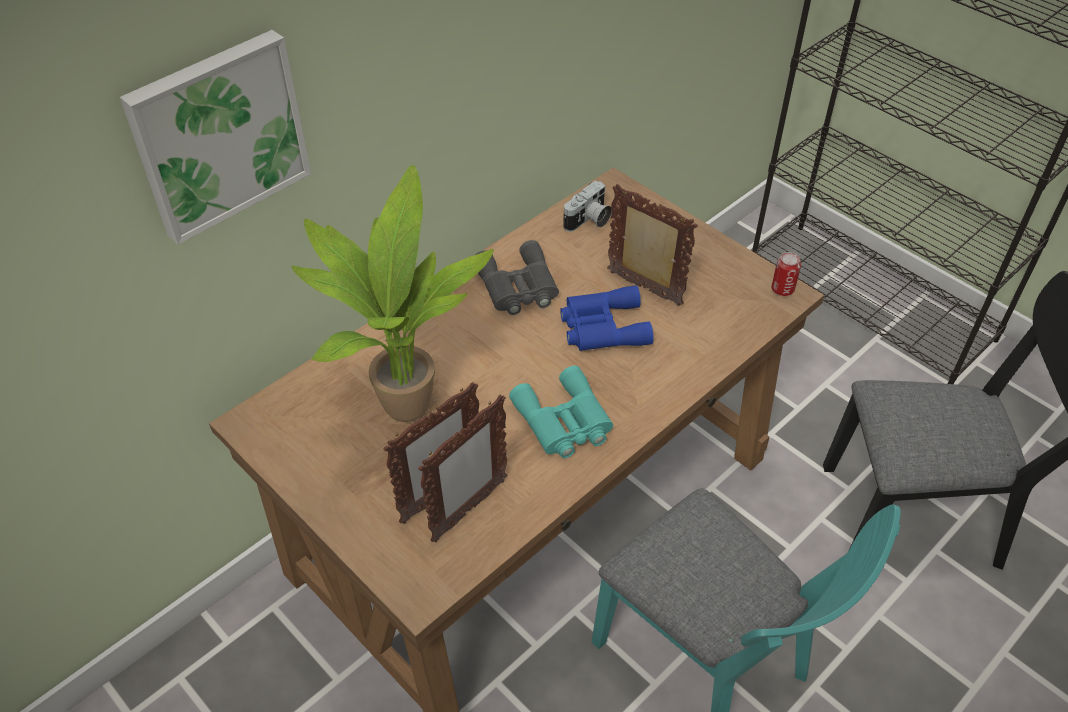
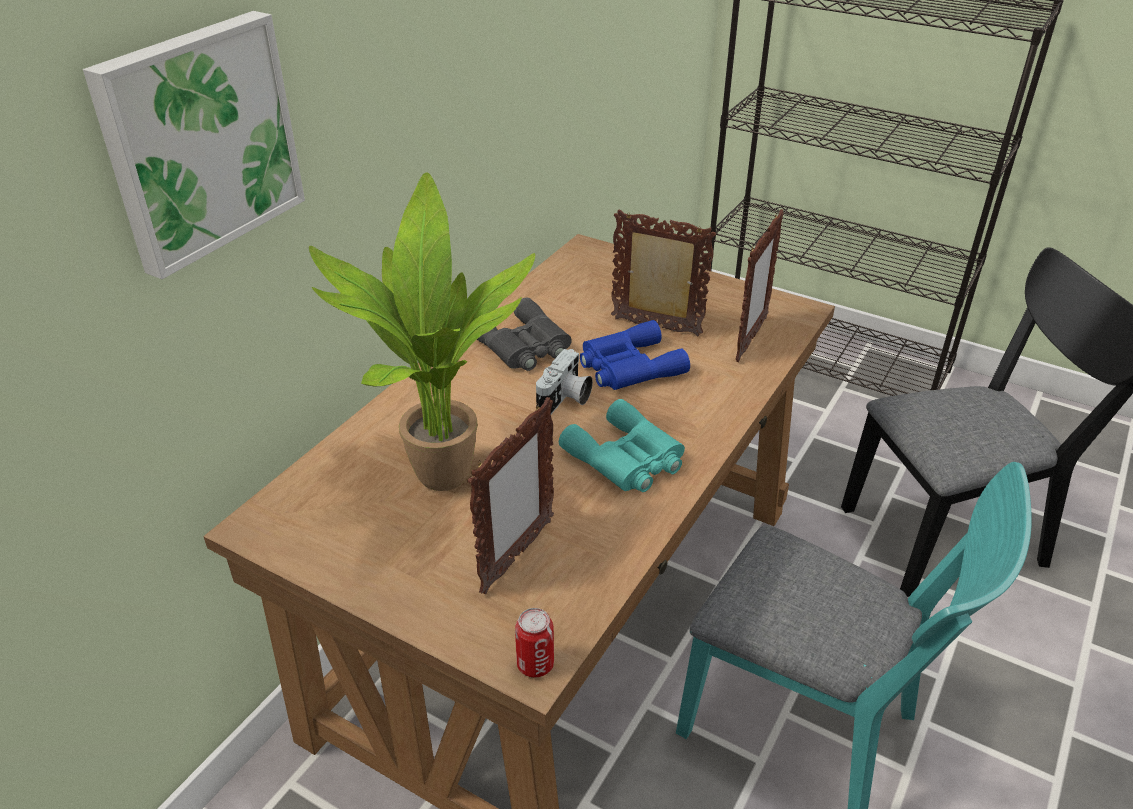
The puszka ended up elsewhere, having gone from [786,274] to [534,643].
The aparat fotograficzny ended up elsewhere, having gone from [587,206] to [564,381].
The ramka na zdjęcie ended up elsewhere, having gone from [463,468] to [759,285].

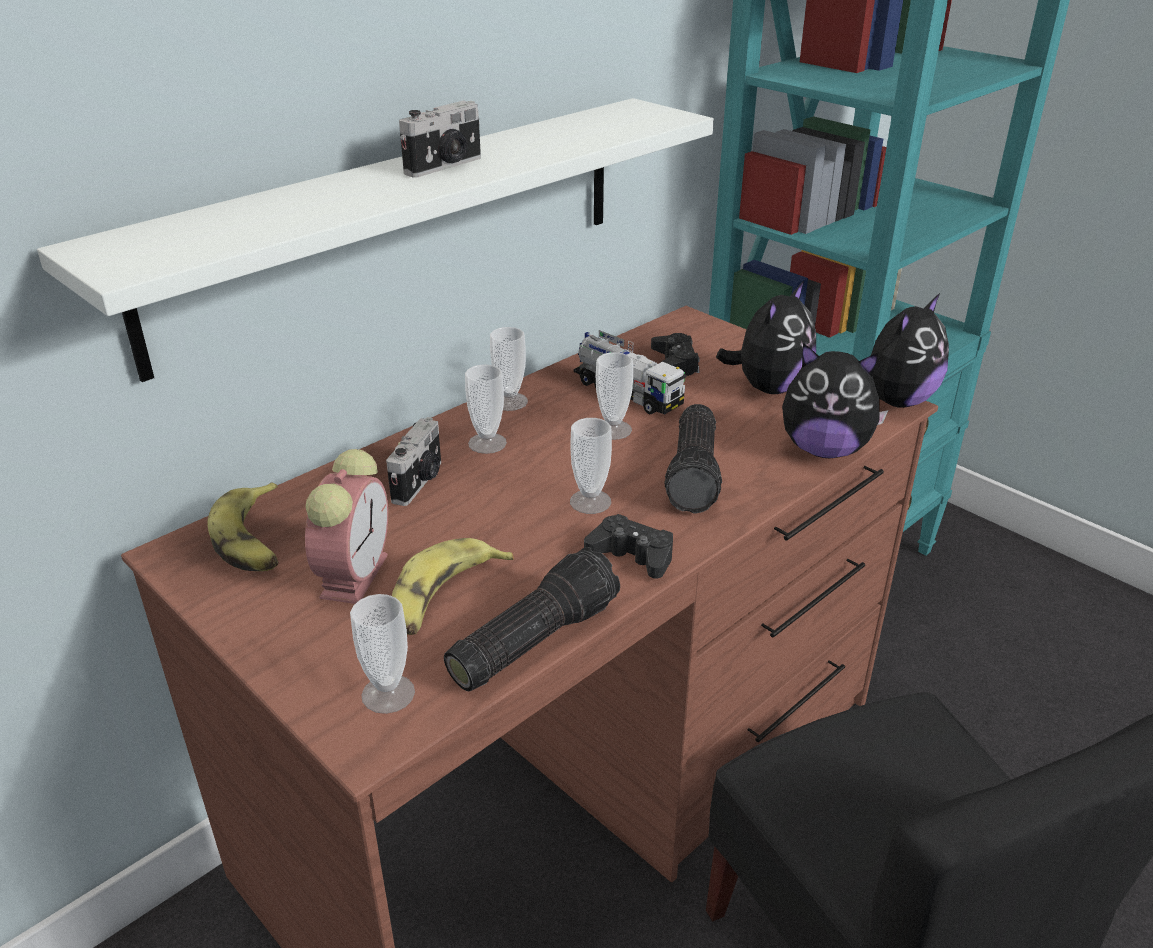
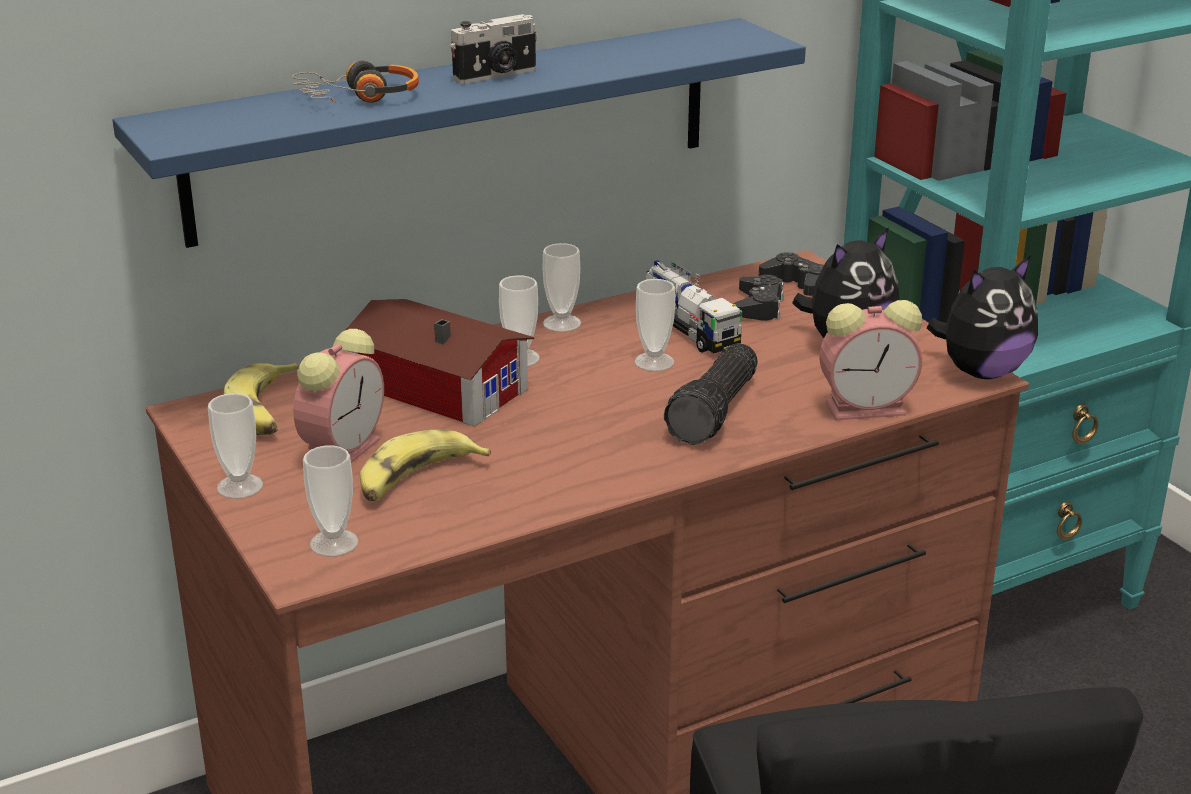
What was the półka (biały) at [375,240] turned into the półka (niebieski) at [459,133].
The filiżanka ended up elsewhere, having gone from [591,466] to [235,446].
The second view gained the słuchawki at [355,82].
Where the aparat fotograficzny stood at [413,461], the domek came to stand at [439,362].
The pad do gier (czarny) ended up elsewhere, having gone from [628,546] to [791,274].
Where the pluszak stood at [835,400], the budzik came to stand at [870,360].
The second view lost the latarka at [532,619].

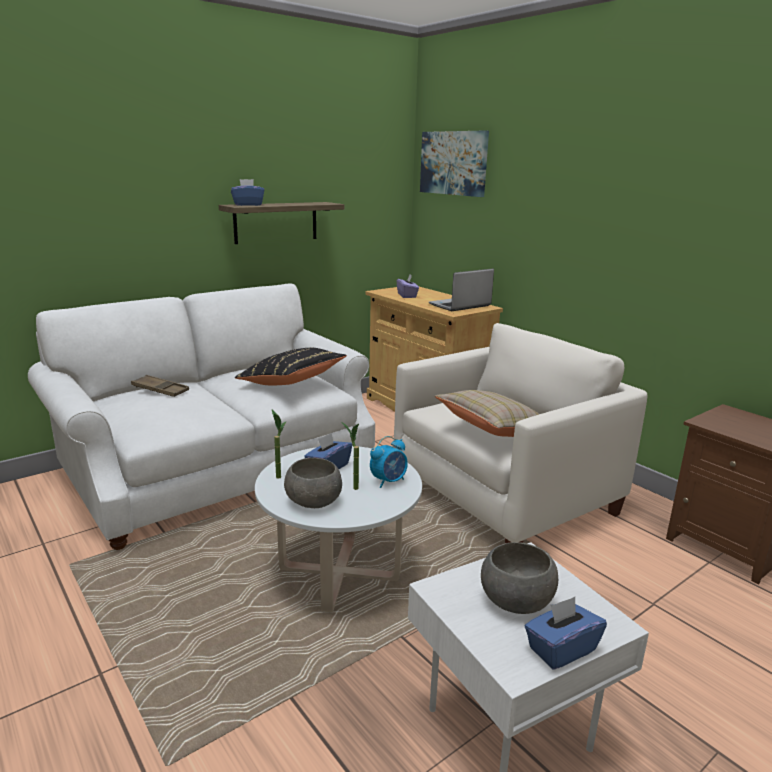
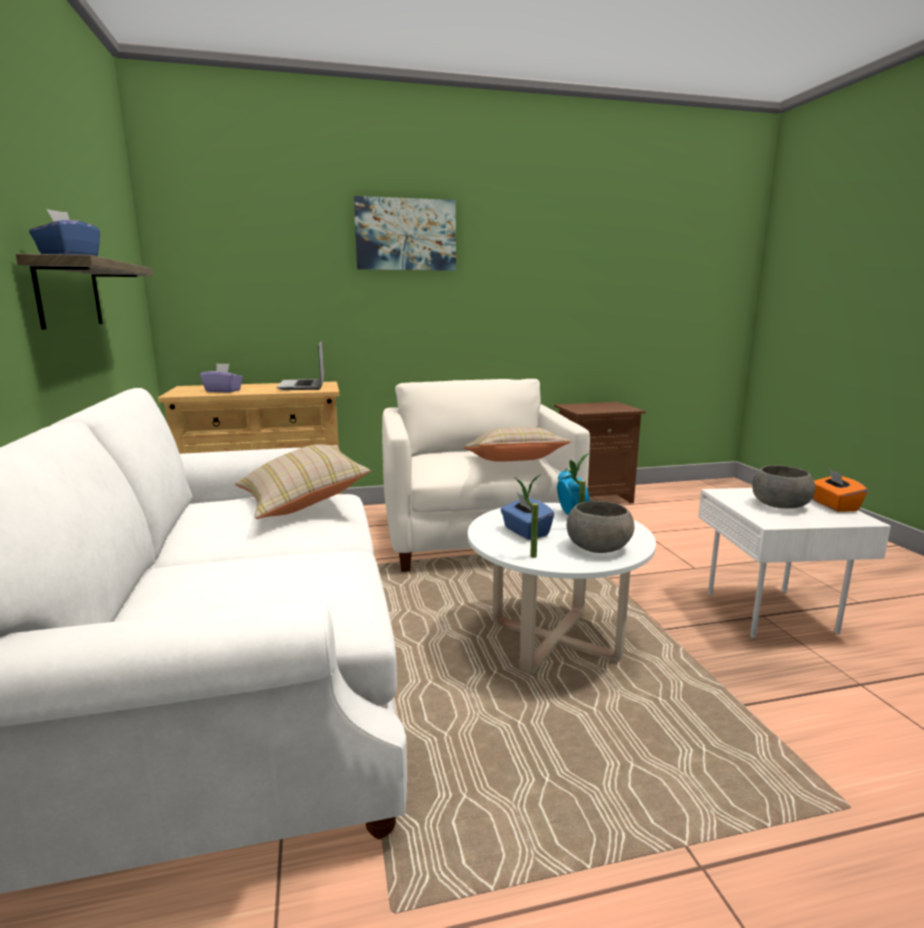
What was the poduszka (czarny) at [291,367] turned into the poduszka (beżowy) at [302,481].
The obraz ended up elsewhere, having gone from [454,163] to [405,233].
What was the pudełko chusteczek (niebieski) at [566,633] turned into the pudełko chusteczek (pomarańczowy) at [840,490].
The second view lost the taca (brązowy) at [160,386].

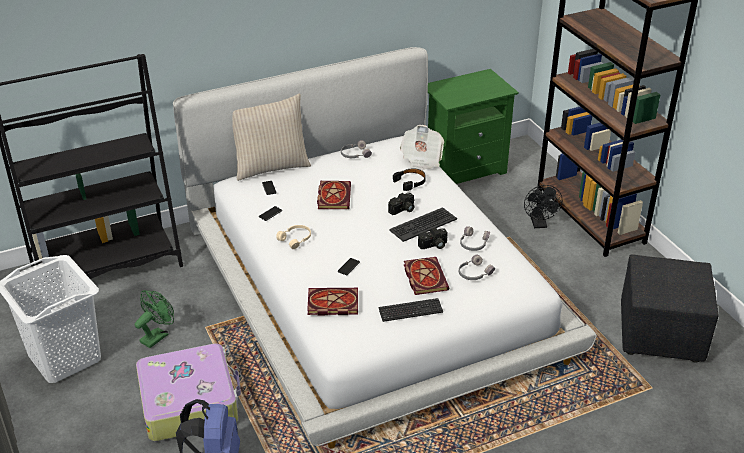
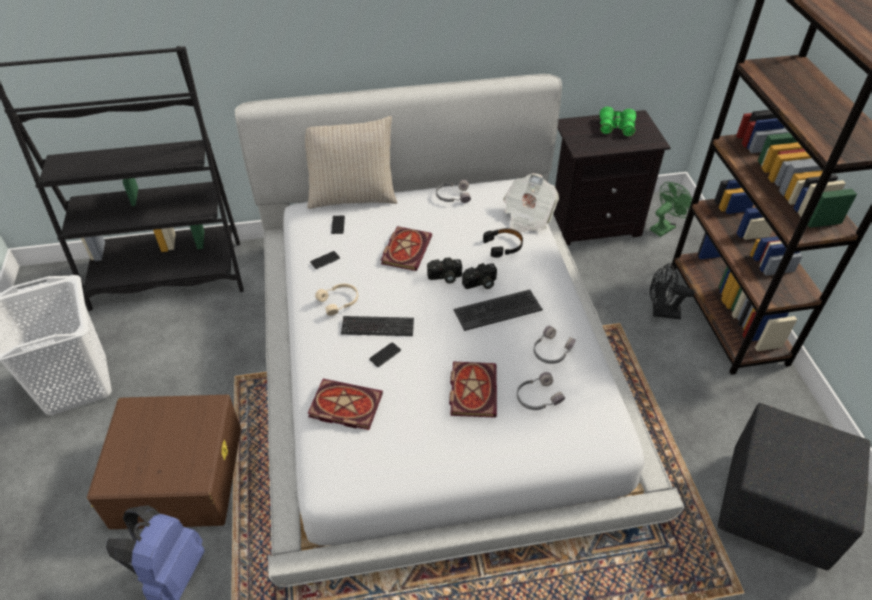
Where the walizka stood at [188,392], the pojemnik do przechowywania (brązowy) came to stand at [164,462].
The klawiatura ended up elsewhere, having gone from [410,310] to [377,326].
The aparat fotograficzny ended up elsewhere, having gone from [433,238] to [444,270].
What was the szafka nocna (zielony) at [473,126] turned into the szafka nocna (czarny) at [612,177].
The second view gained the lornetka (zielony) at [617,121].
The wentylator (zielony) ended up elsewhere, having gone from [154,319] to [671,209].
The wentylator (czarny) at [543,206] ended up facing another way, 90 degrees clockwise from before.

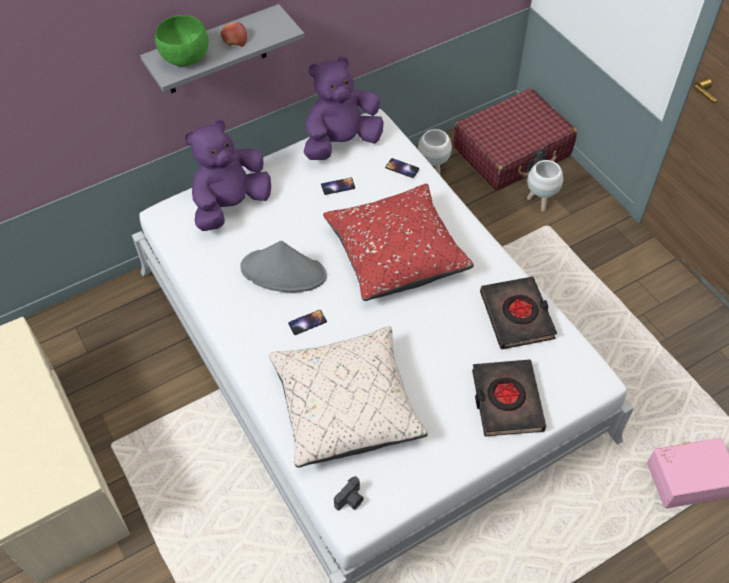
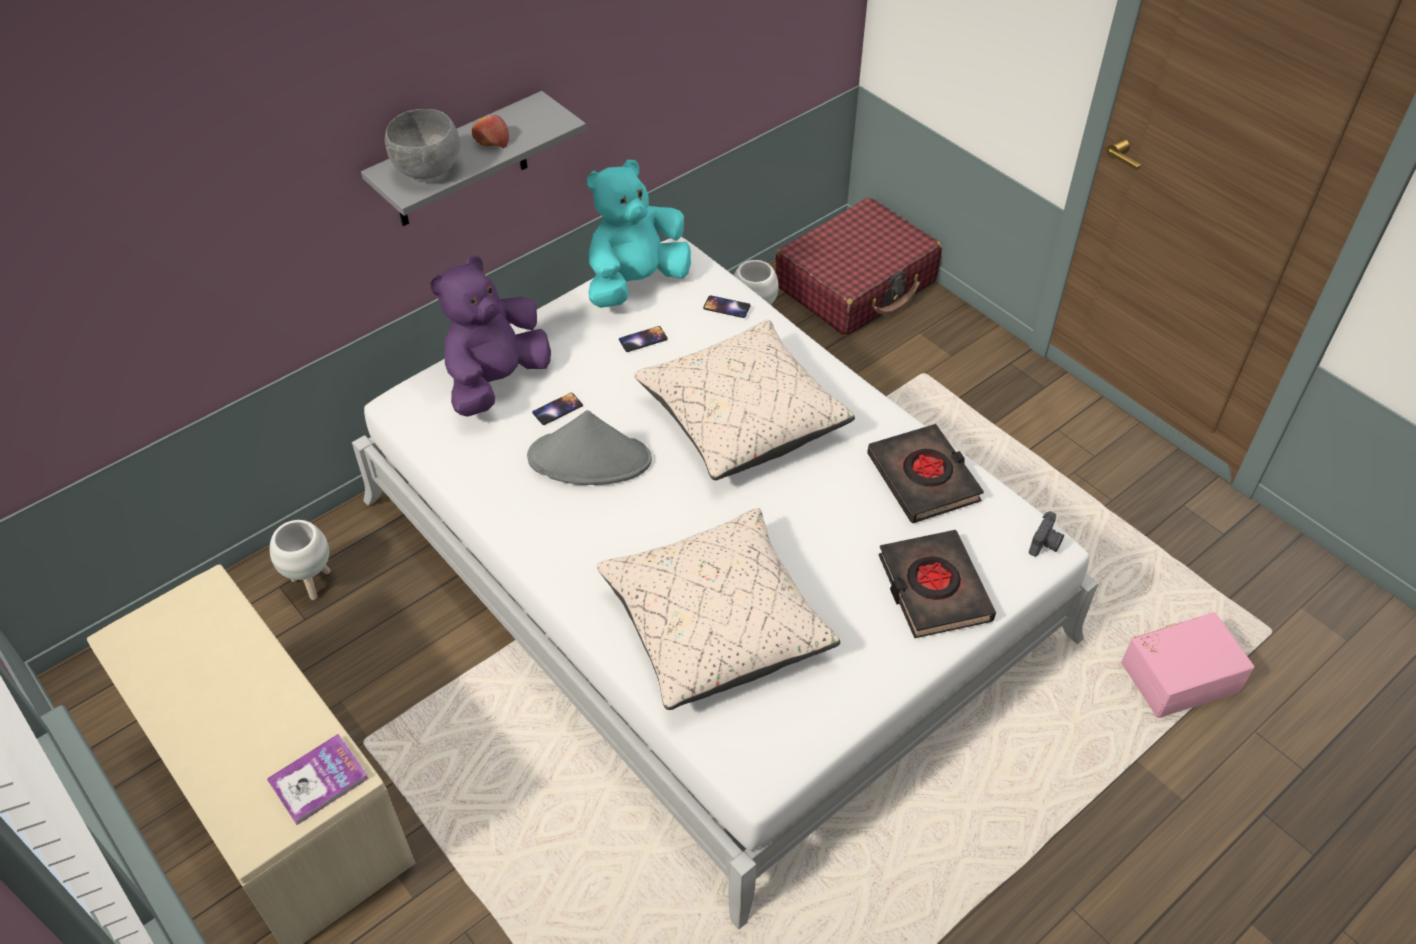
The second view gained the książka at [318,779].
The donica (biały) ended up elsewhere, having gone from [545,186] to [300,560].
What was the miska (zielony) at [181,40] turned into the miska (szary) at [422,144].
The telefon ended up elsewhere, having gone from [307,322] to [557,409].
What was the pluszak (fioletowy) at [344,108] turned into the pluszak (turkusowy) at [639,234].
What was the poduszka (czerwony) at [398,242] turned into the poduszka (beżowy) at [744,400].
The aparat fotograficzny ended up elsewhere, having gone from [349,493] to [1046,534].

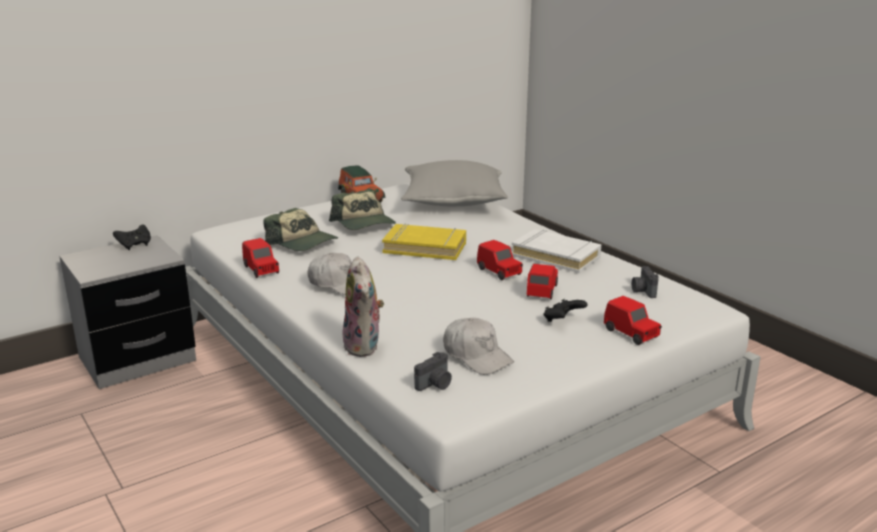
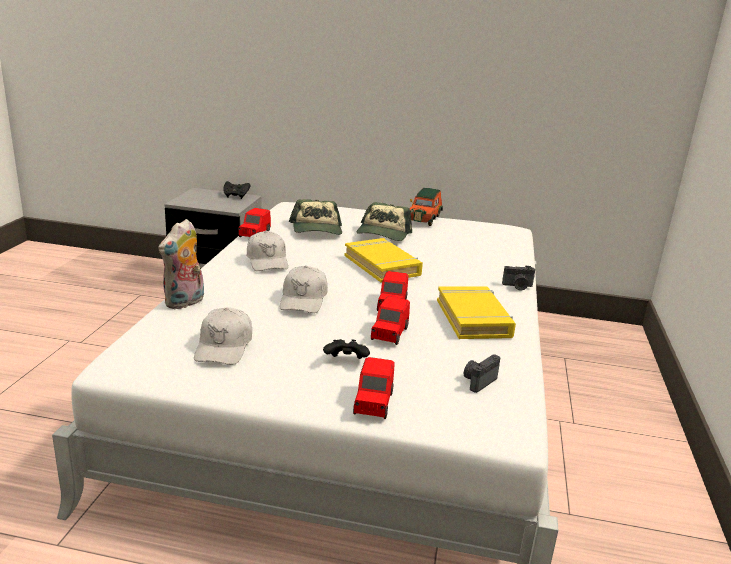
The second view gained the czapka z daszkiem (biały) at [304,289].
The samochodzik (czerwony) at [542,281] ended up facing another way, 135 degrees clockwise from before.
What was the książka (biały) at [556,251] turned into the książka (żółty) at [476,312].
The aparat fotograficzny ended up elsewhere, having gone from [433,371] to [518,278].
The second view lost the poduszka (szary) at [454,183].

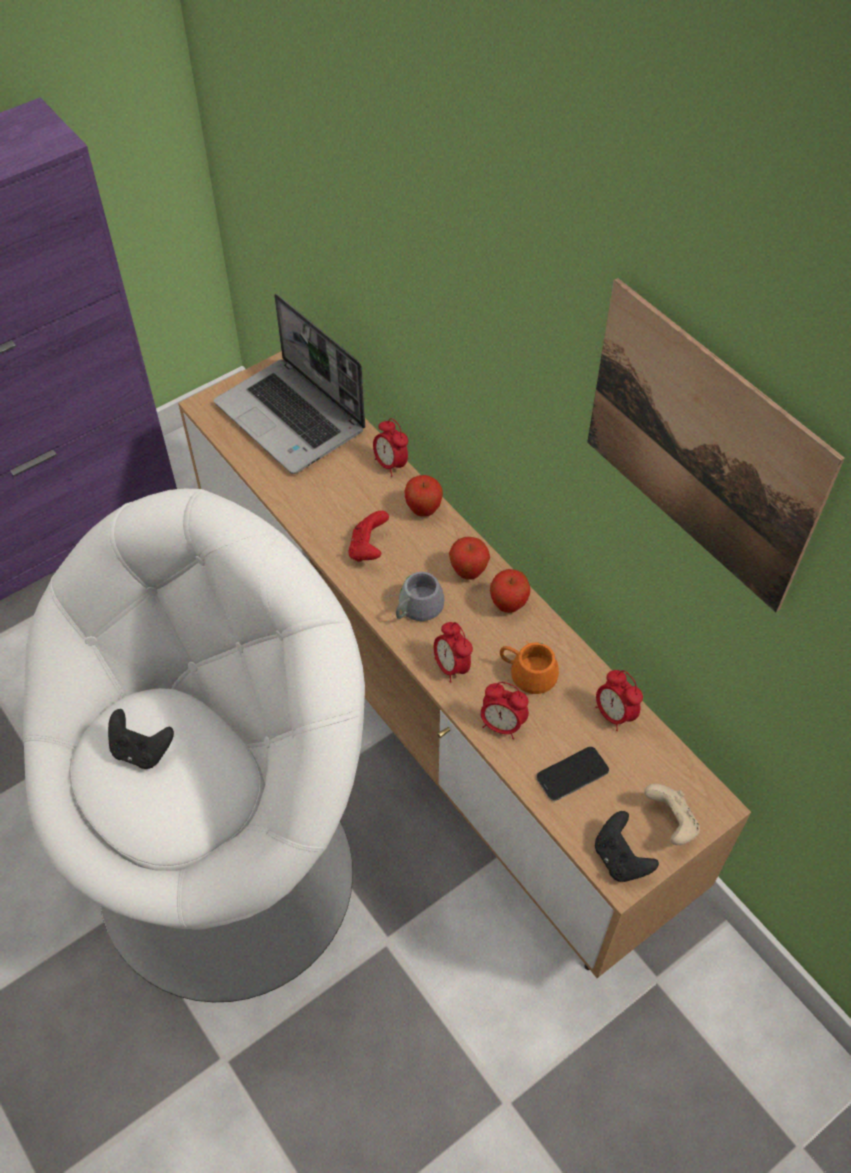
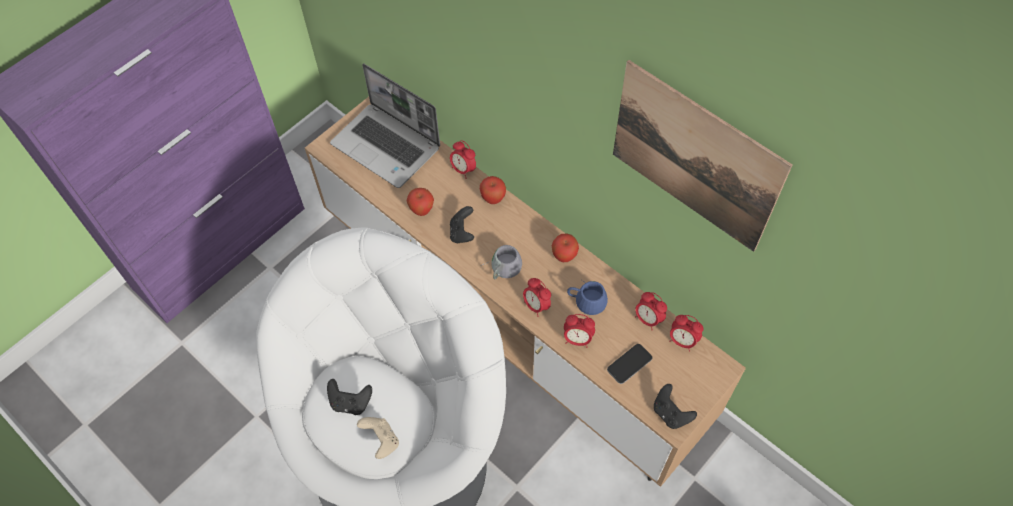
The pad do gier (beżowy) ended up elsewhere, having gone from [672,814] to [378,438].
The jabłko ended up elsewhere, having gone from [469,558] to [420,202].
What was the pad do gier (czerwony) at [368,536] turned into the pad do gier (czarny) at [462,224].
What was the kubek (pomarańczowy) at [529,667] turned into the kubek (niebieski) at [587,297].
The second view gained the budzik at [686,333].

